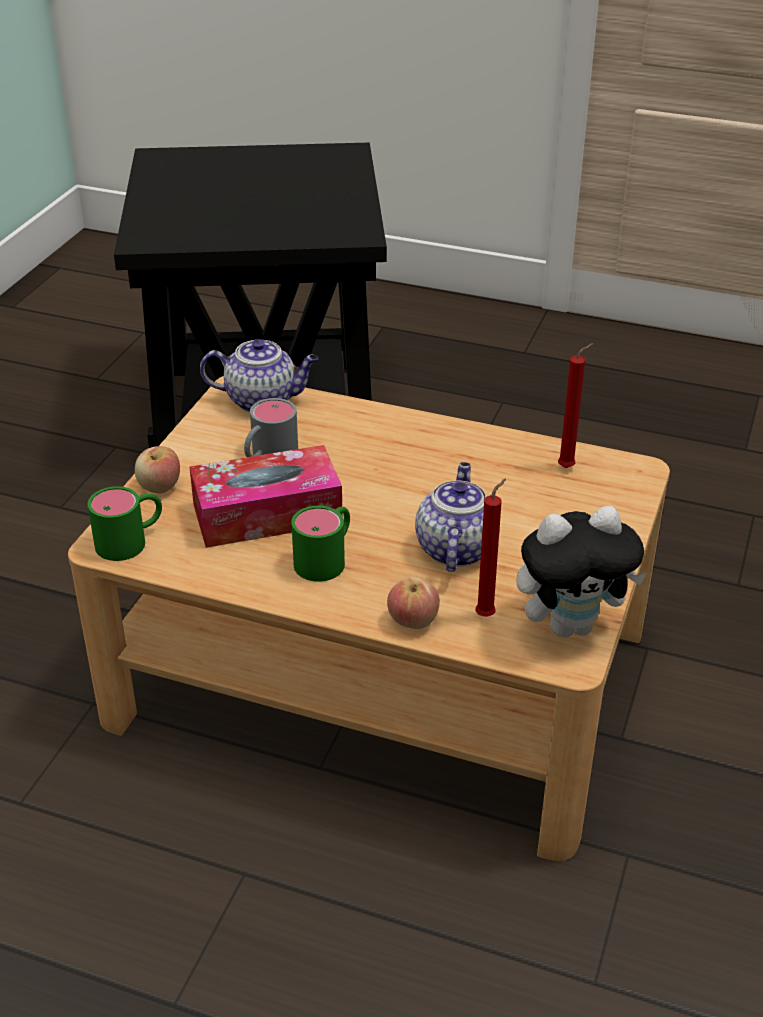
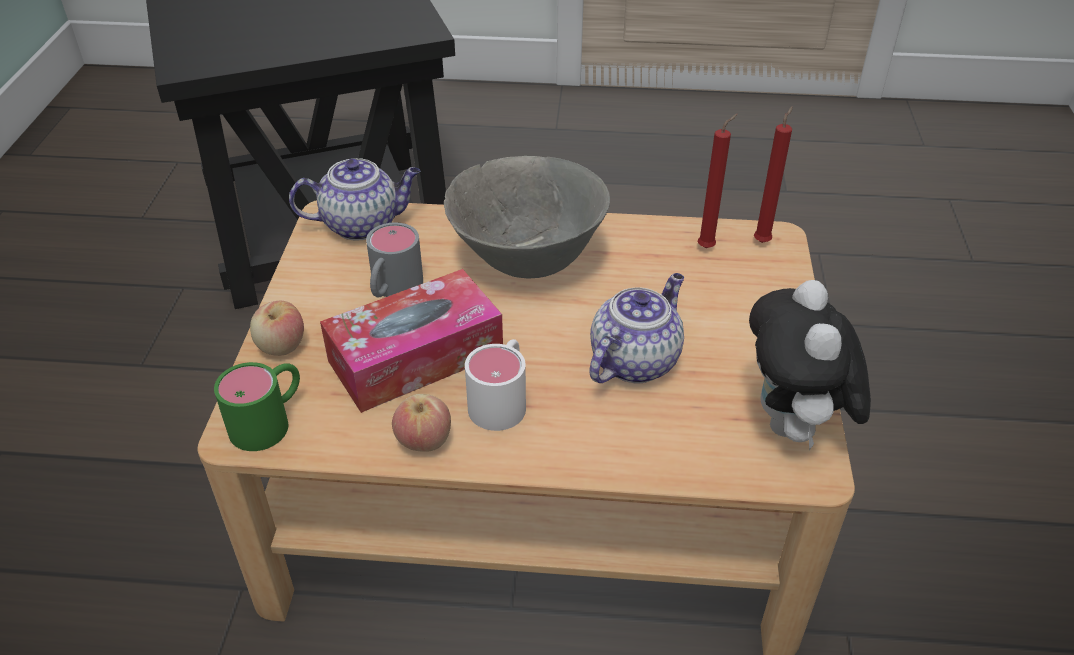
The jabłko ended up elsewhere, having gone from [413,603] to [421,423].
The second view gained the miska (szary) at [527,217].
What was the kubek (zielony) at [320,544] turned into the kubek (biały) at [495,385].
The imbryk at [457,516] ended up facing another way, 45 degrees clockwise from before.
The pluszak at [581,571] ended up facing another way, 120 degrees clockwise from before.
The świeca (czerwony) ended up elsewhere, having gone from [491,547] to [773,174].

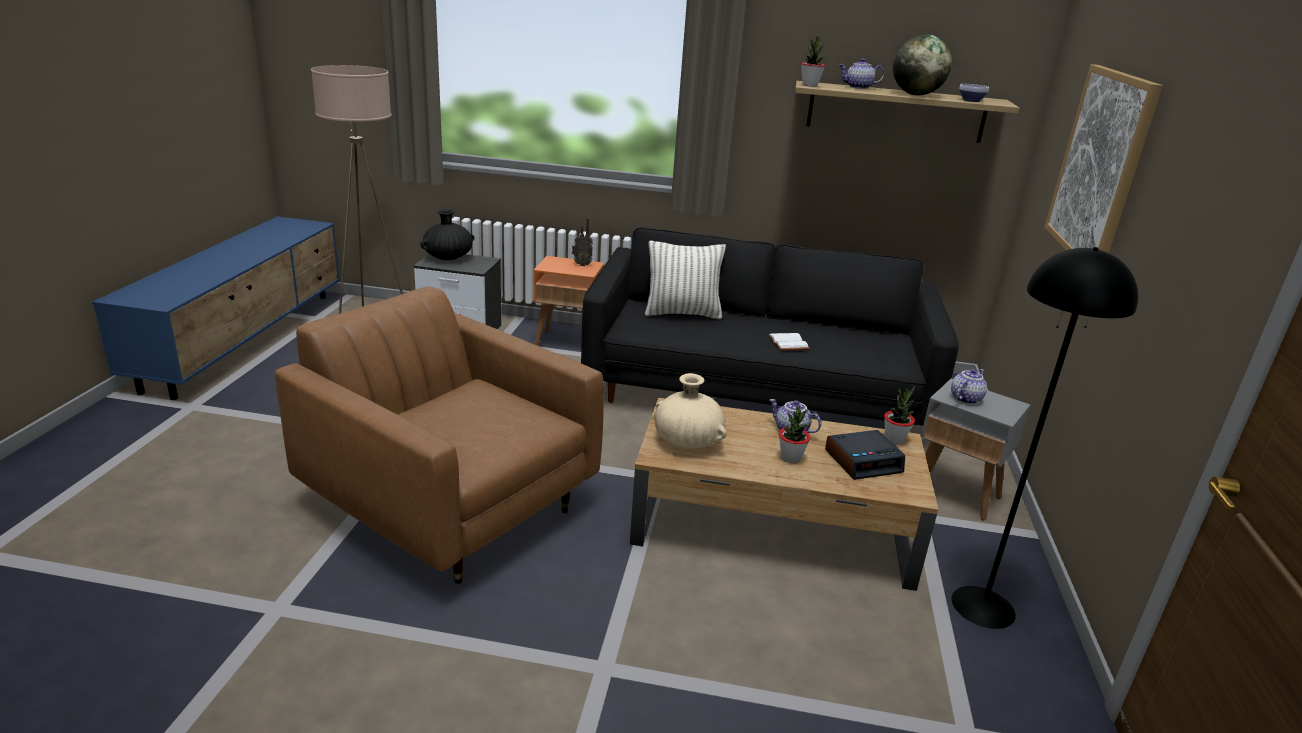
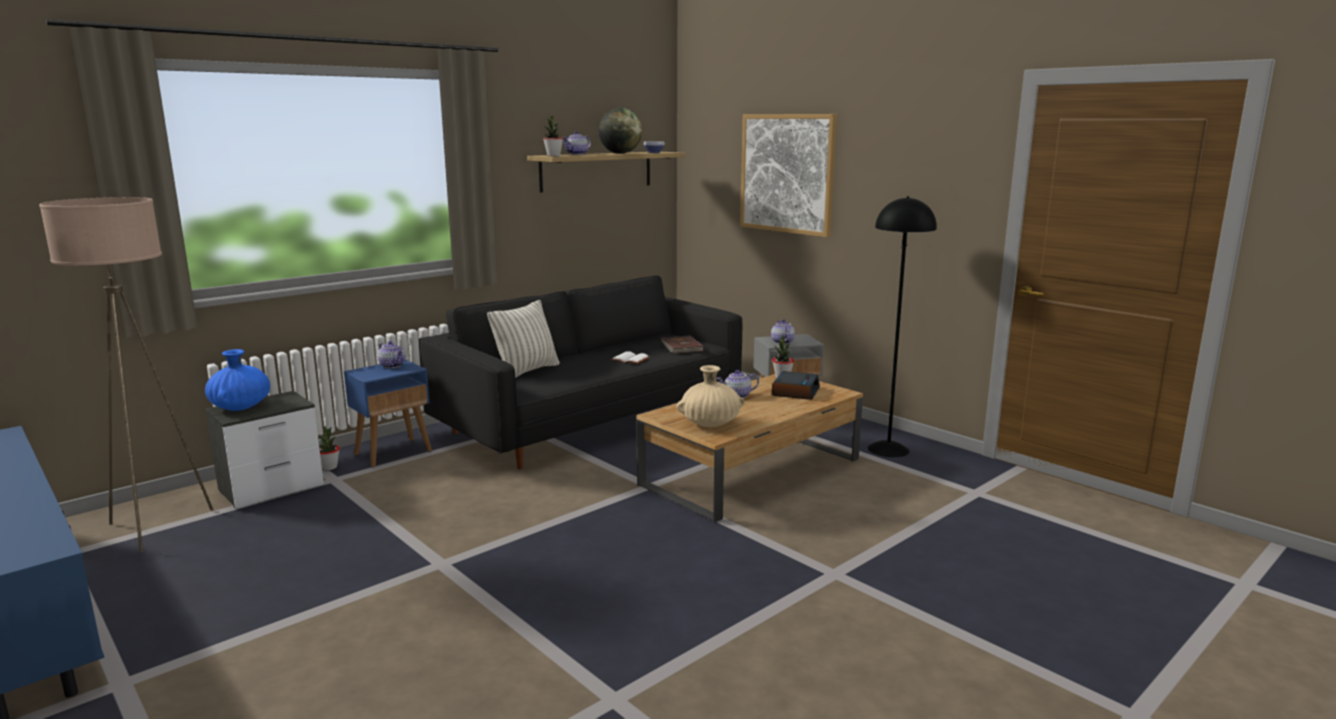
What was the wazon (czarny) at [447,234] turned into the wazon (niebieski) at [237,380].
The roślina doniczkowa ended up elsewhere, having gone from [794,434] to [329,448].
What was the stolik (pomarańczowy) at [568,301] turned into the stolik (niebieski) at [388,413].
Where the radio stood at [582,242], the imbryk came to stand at [391,354].
The second view gained the książka (brązowy) at [682,345].
The second view lost the fotel (brązowy) at [439,435].

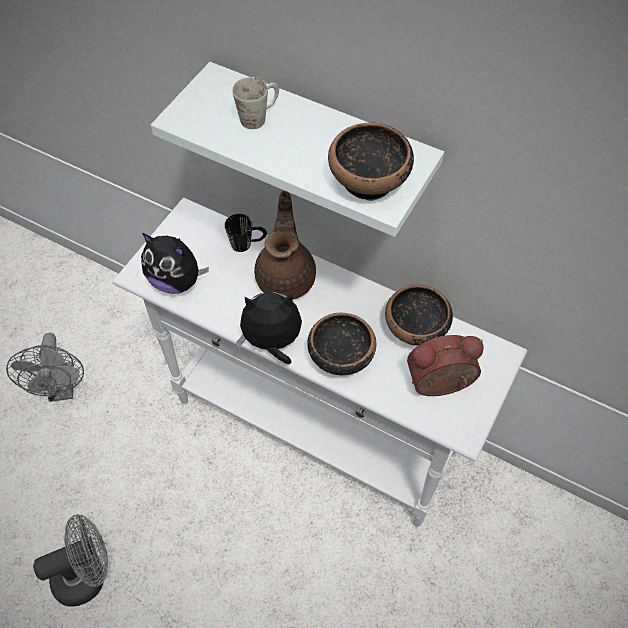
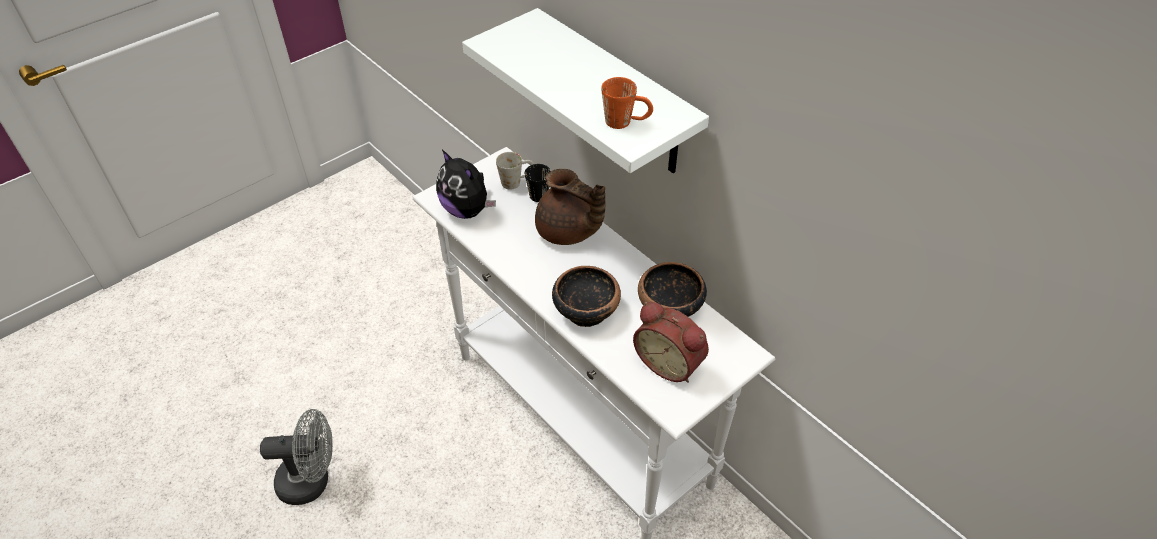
The kubek (biały) ended up elsewhere, having gone from [255,103] to [515,171].
The imbryk (brązowy) at [285,244] ended up facing another way, 105 degrees clockwise from before.
Where the miska stood at [371,162], the kubek (pomarańczowy) came to stand at [627,103].
The budzik at [445,365] ended up facing another way, 150 degrees counterclockwise from before.
The second view lost the wentylator (szary) at [45,367].
The second view lost the pluszak at [269,328].

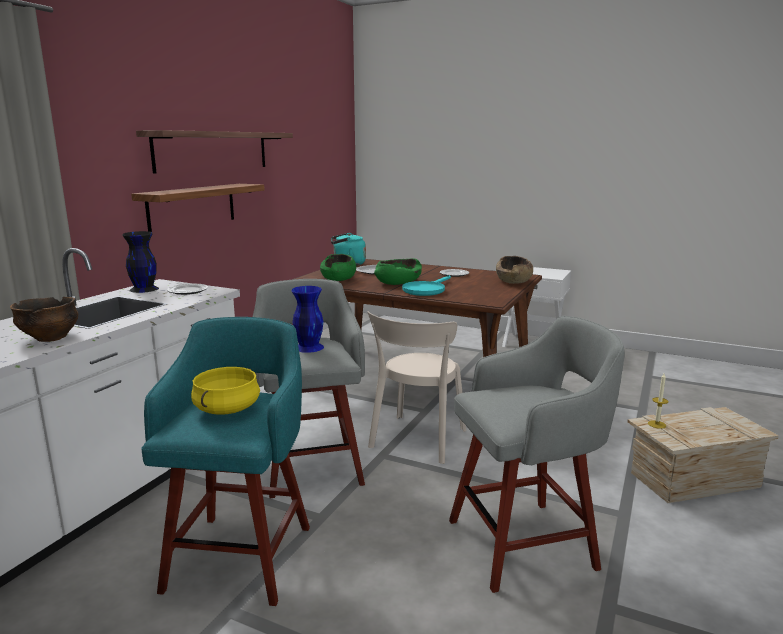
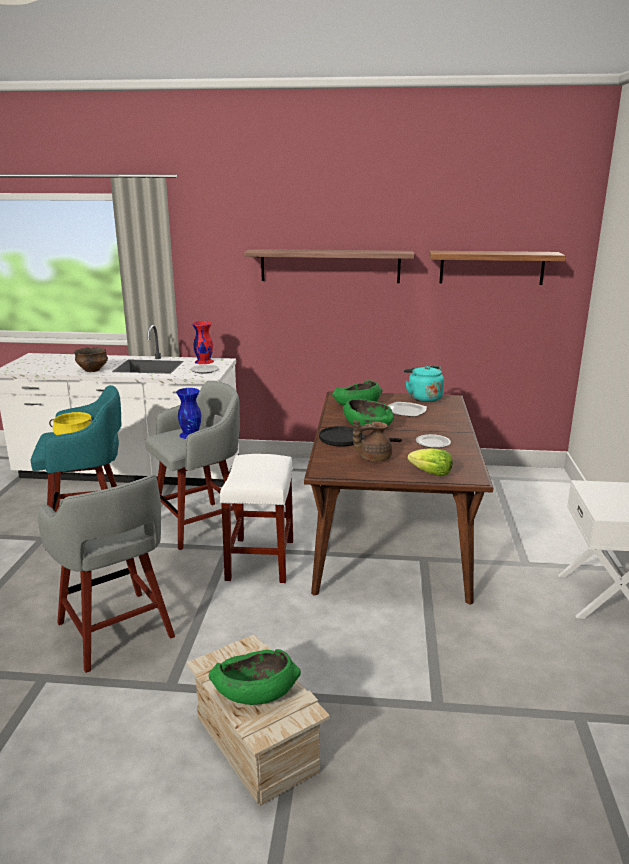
What was the wazon (czarny) at [141,262] turned into the wazon (czerwony) at [203,342].
The second view gained the miska (zielony) at [255,677].
Where the krzesło (beżowy) stood at [416,387], the stołek (biały) came to stand at [256,518].
What was the patelnia (turkusowy) at [426,285] turned into the patelnia (czarny) at [360,436].
The second view gained the imbryk (brązowy) at [372,440].
Where the miska (brązowy) stood at [514,270], the sałata came to stand at [430,462].
The półka ended up elsewhere, having gone from [198,208] to [497,268].
The second view lost the świeca at [658,401].

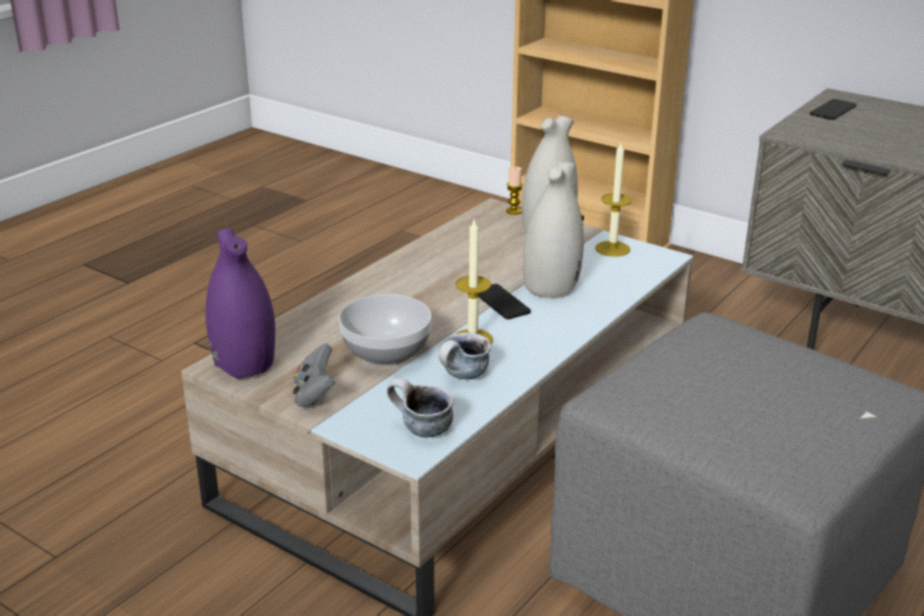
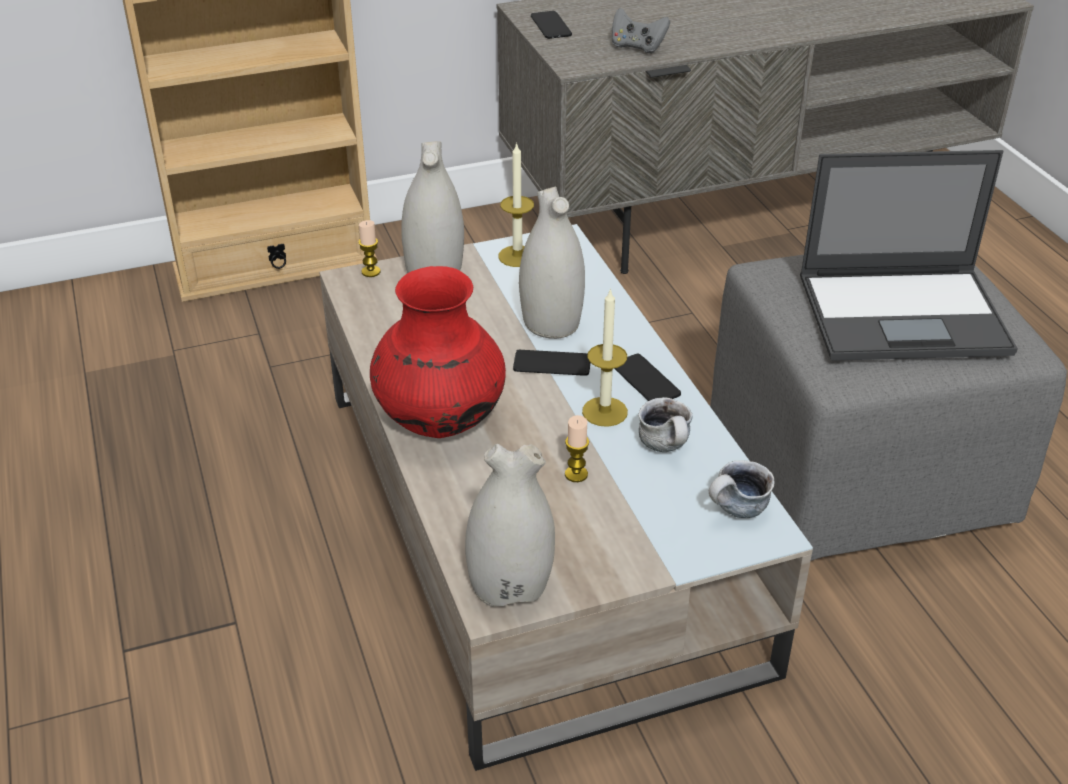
The second view gained the wazon (czerwony) at [438,352].
What was the wazon (fioletowy) at [240,303] turned into the wazon (biały) at [510,525].
Where the miska stood at [385,330], the świeca came to stand at [577,448].
The pad do gier (szary) ended up elsewhere, having gone from [314,375] to [641,30].
The second view gained the telefon at [647,377].
The second view gained the laptop at [909,255].

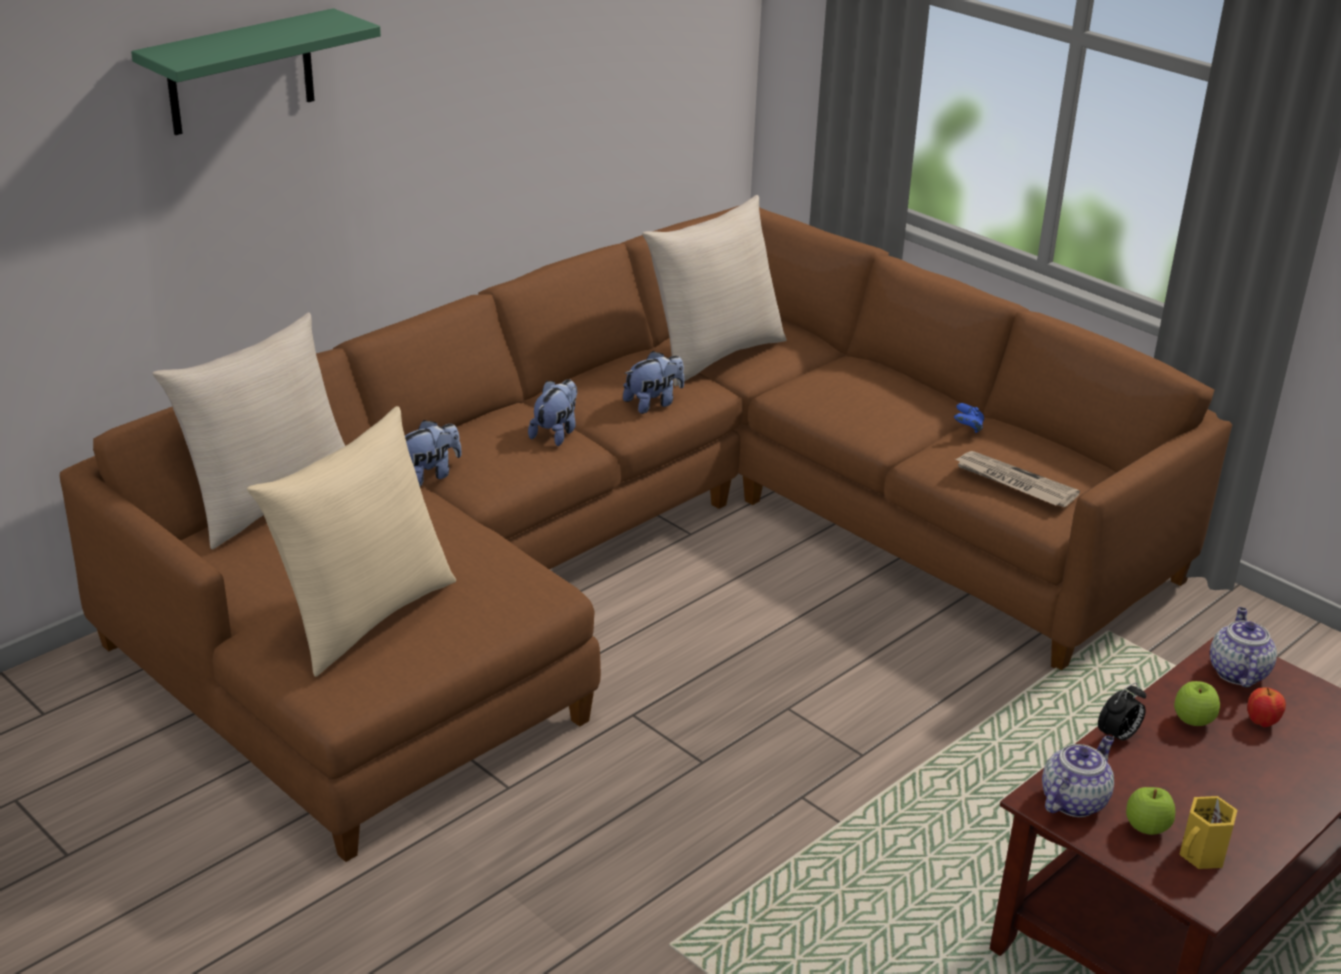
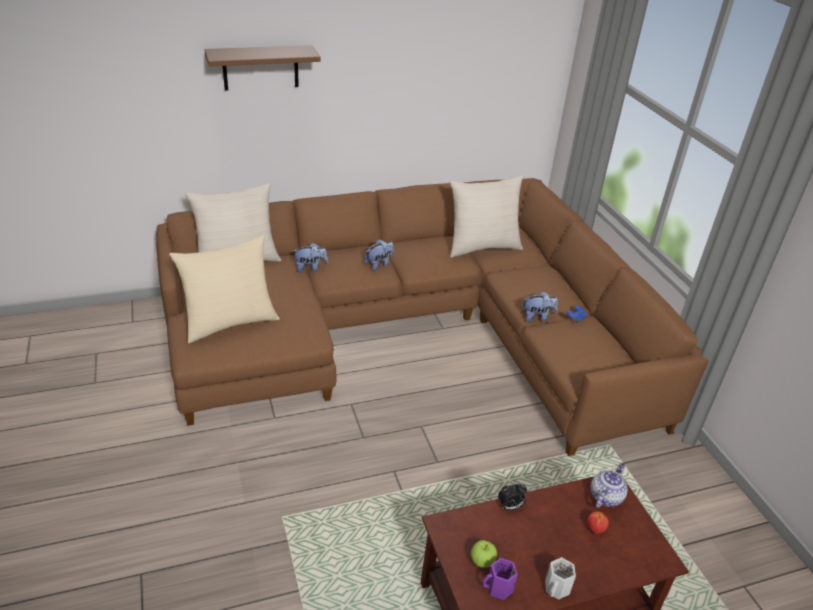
What was the półka (zielony) at [256,71] turned into the półka (brązowy) at [262,68].
What was the kubek (żółty) at [1208,832] turned into the kubek (fioletowy) at [500,579].
The pluszak ended up elsewhere, having gone from [653,382] to [540,306].
The second view gained the kubek (biały) at [560,578].
The second view lost the gazeta at [1017,479].
The second view lost the imbryk at [1078,776].
The second view lost the jabłko at [1197,703].

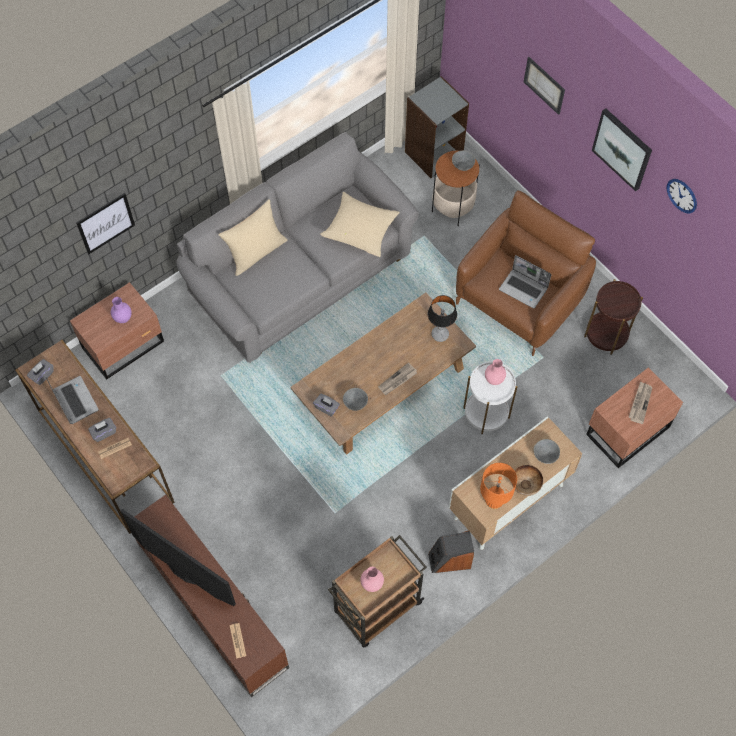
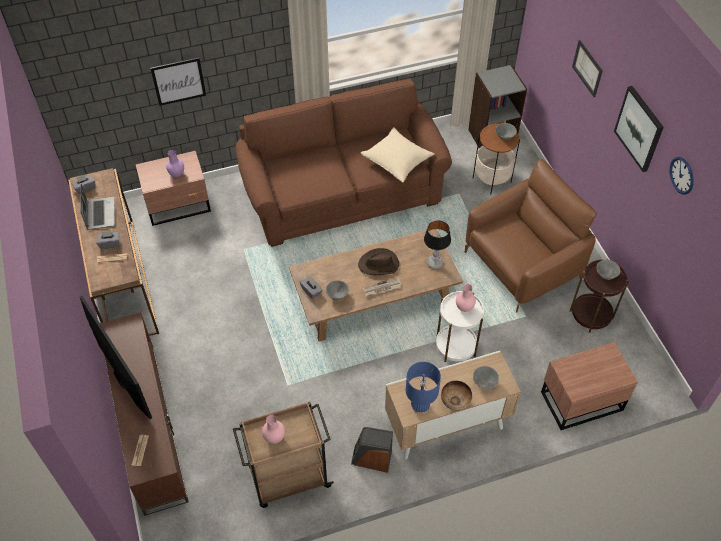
What was the kanapa (szary) at [297,247] turned into the kanapa (brązowy) at [344,162].
The second view gained the kapelusz (brązowy) at [378,261].
What was the lampa stołowa (pomarańczowy) at [498,486] turned into the lampa stołowa (niebieski) at [423,388].
The second view gained the miska (szary) at [608,270].
The second view lost the poduszka (beżowy) at [253,237].
The second view lost the laptop at [525,282].
The second view lost the gazeta at [640,402].

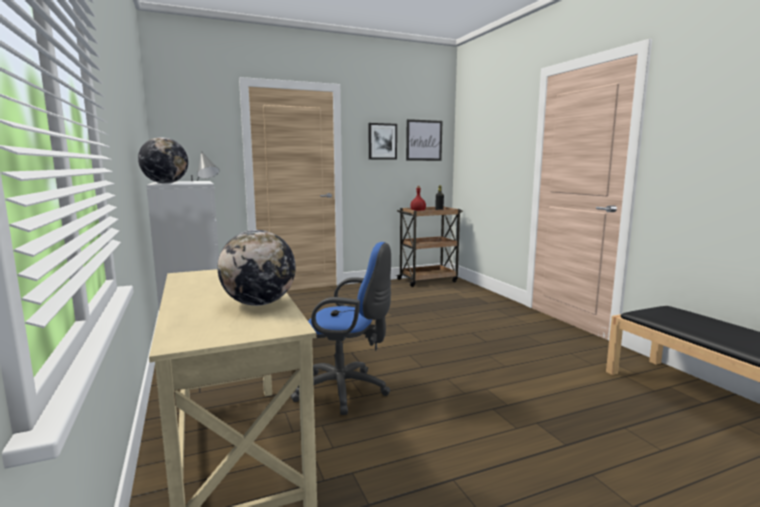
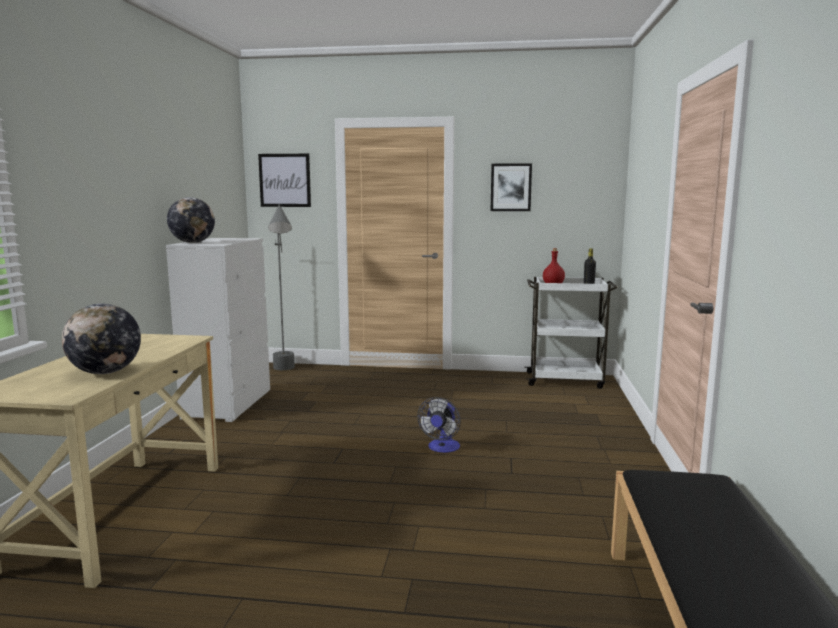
The obraz ended up elsewhere, having gone from [424,140] to [284,180].
The second view gained the wentylator at [439,425].
What was the wózek (brązowy) at [429,247] turned into the wózek (biały) at [571,333].
The second view lost the krzesło biurowe (niebieski) at [341,328].

